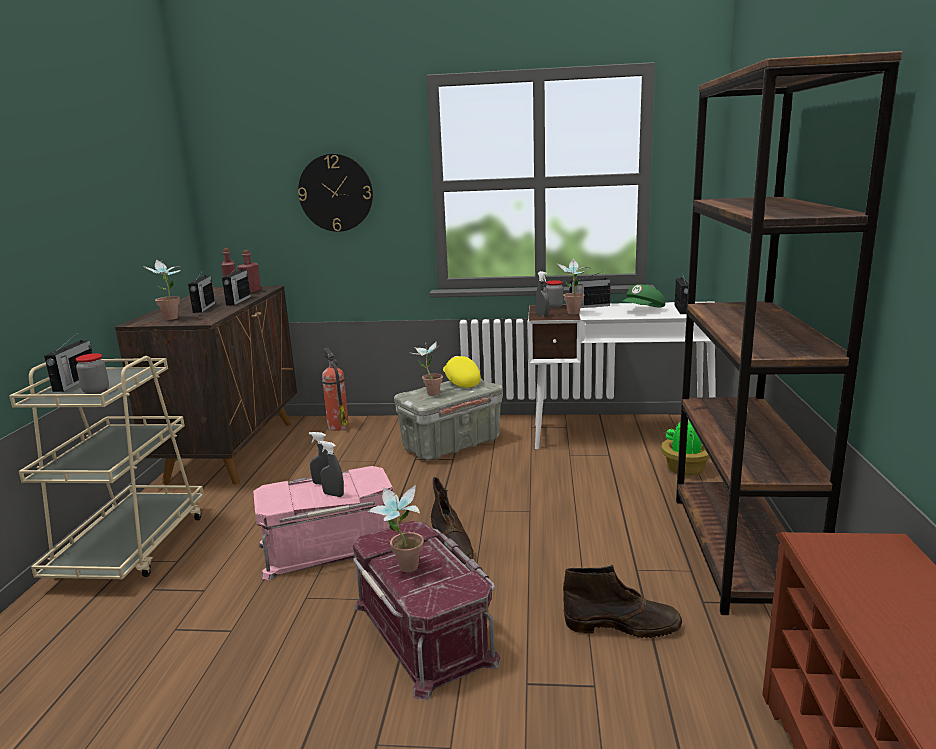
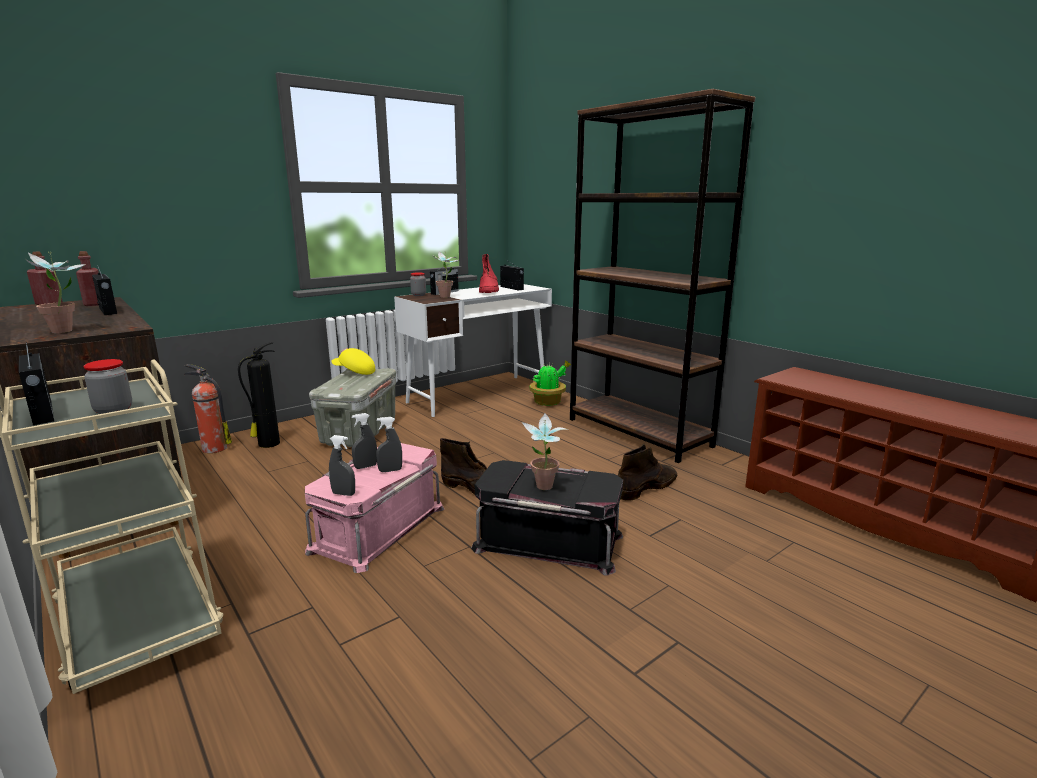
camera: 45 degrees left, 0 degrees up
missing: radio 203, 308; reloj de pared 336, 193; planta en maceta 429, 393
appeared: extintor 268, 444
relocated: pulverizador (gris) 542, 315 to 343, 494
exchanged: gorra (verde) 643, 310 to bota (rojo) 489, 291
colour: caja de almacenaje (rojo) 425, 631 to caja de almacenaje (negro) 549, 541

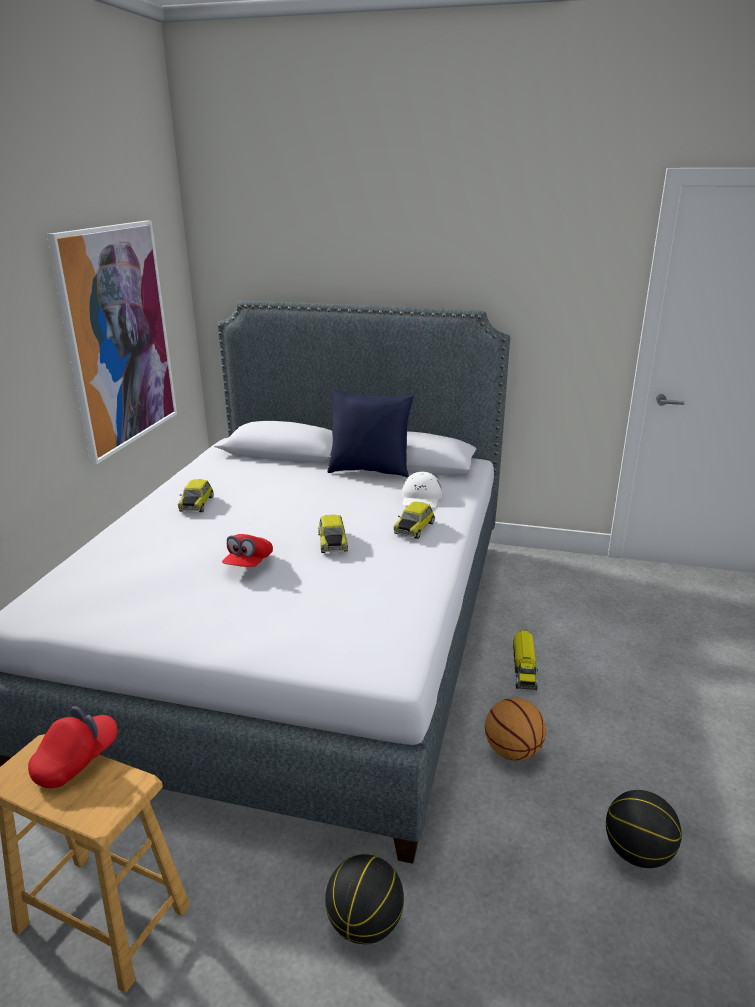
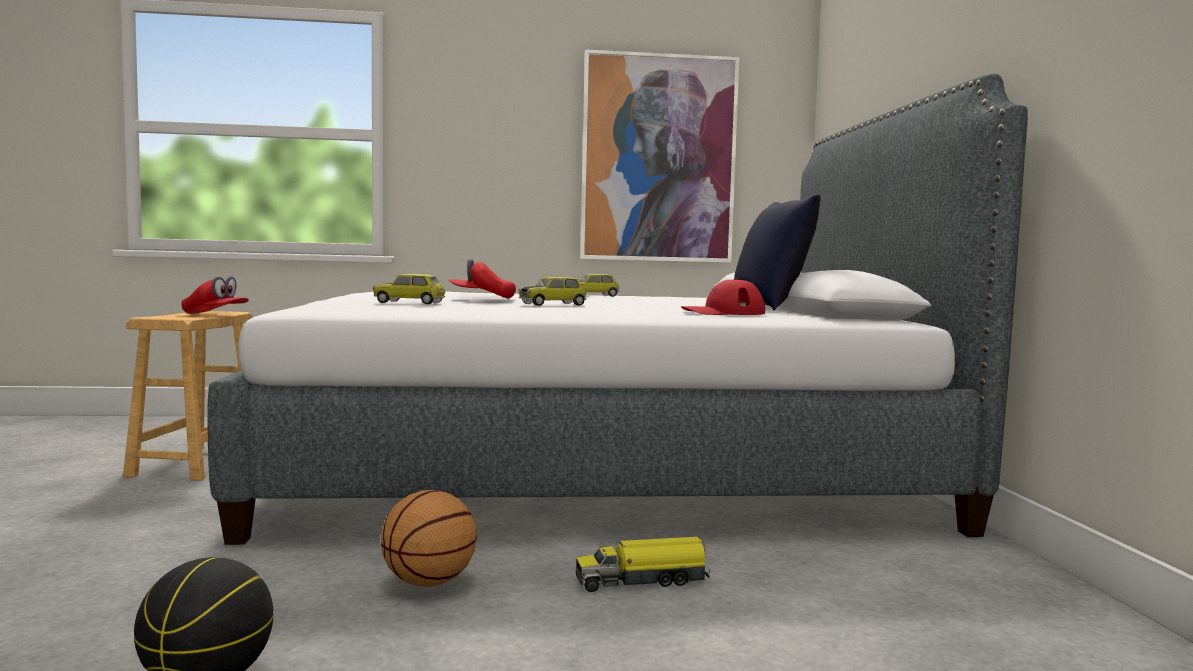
camera: 70 degrees right, 20 degrees down
missing: balón de baloncesto 365, 923
relocated: coche de juguete 413, 528 to 410, 302
colour: gorra (blanco) 421, 497 to gorra (rojo) 722, 313

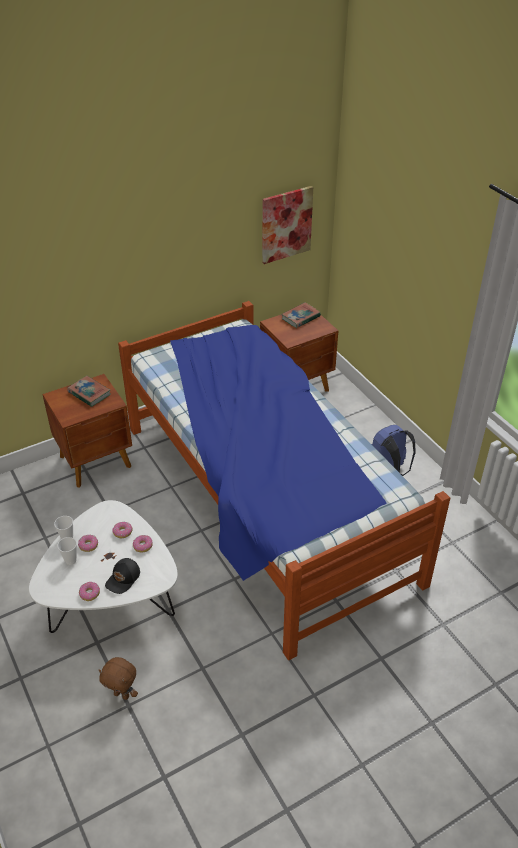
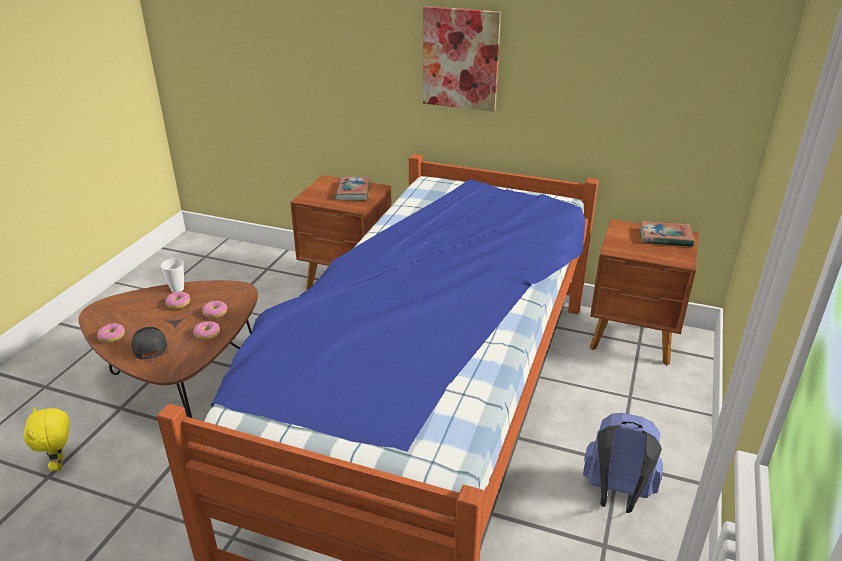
camera: 50 degrees right, 10 degrees down
missing: taza 71, 560
relocated: cuadro 286, 224 to 461, 59
colour: mesa de centro (blanco) 112, 599 to mesa de centro (marrón) 184, 387; peluche (marrón) 122, 694 to peluche (amarillo) 60, 464
spun: gorra (negro) 123, 579 = 149, 346 75 degrees clockwise

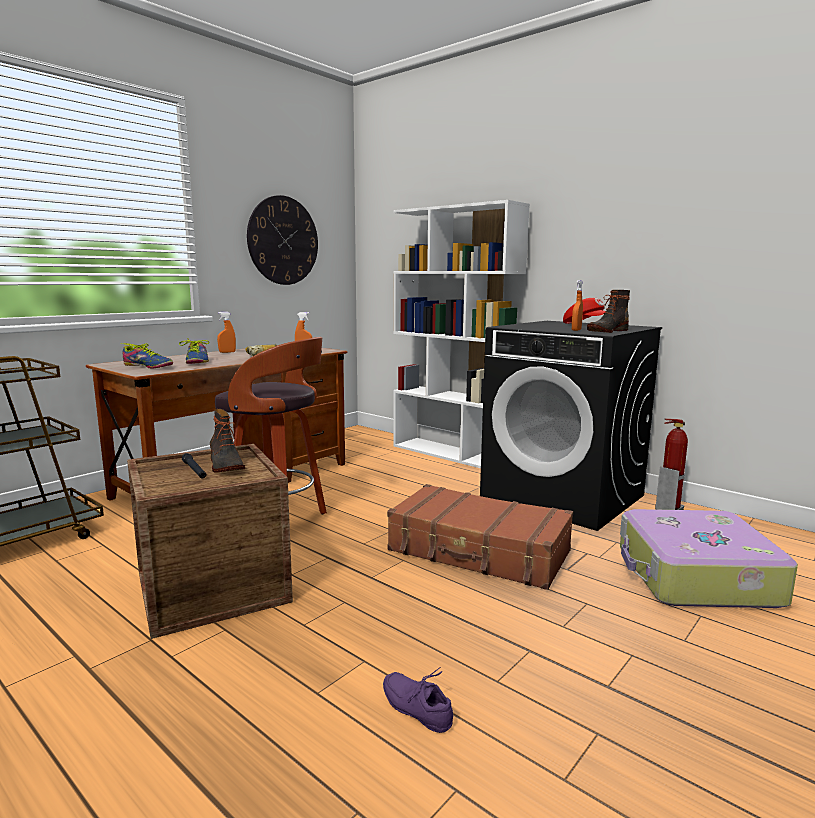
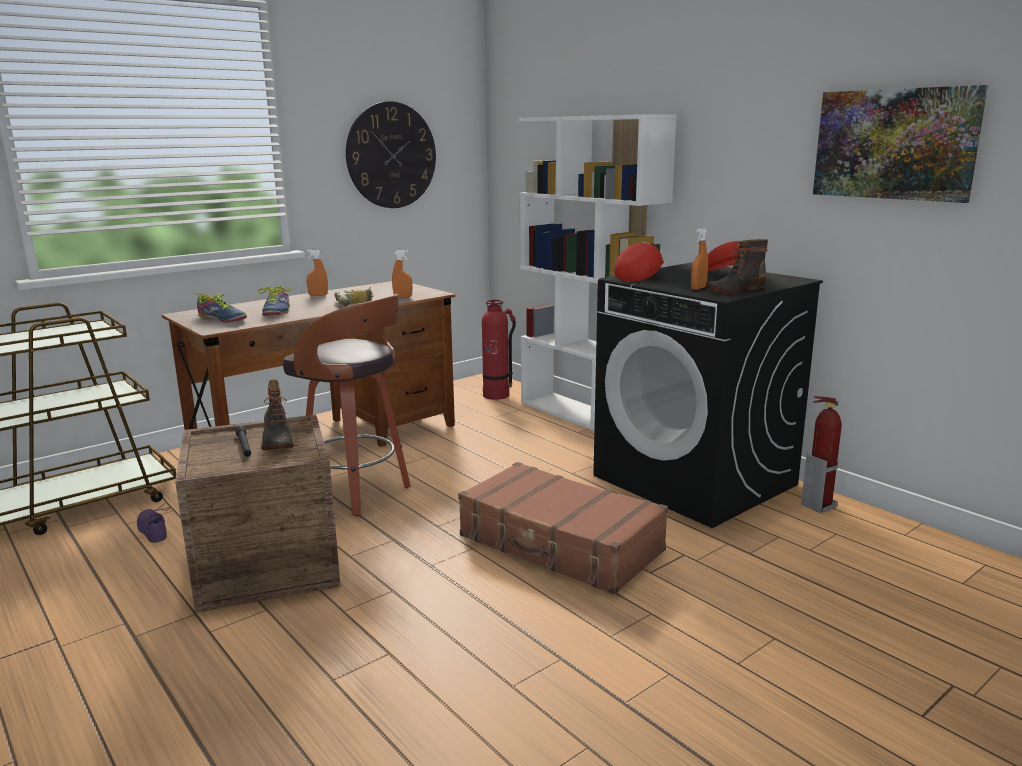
camera: 10 degrees right, 5 degrees up
missing: maleta 695, 576
appeared: extintor 496, 395; gorra (rojo) 639, 277; cuadro 894, 144
relocated: zapato (morado) 418, 707 to 155, 530

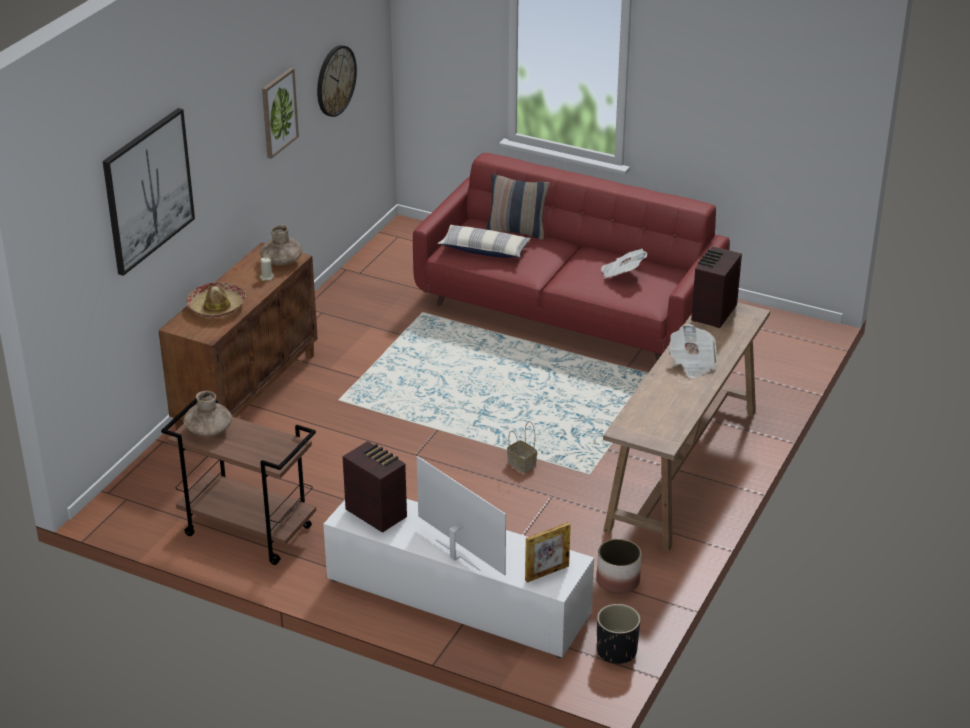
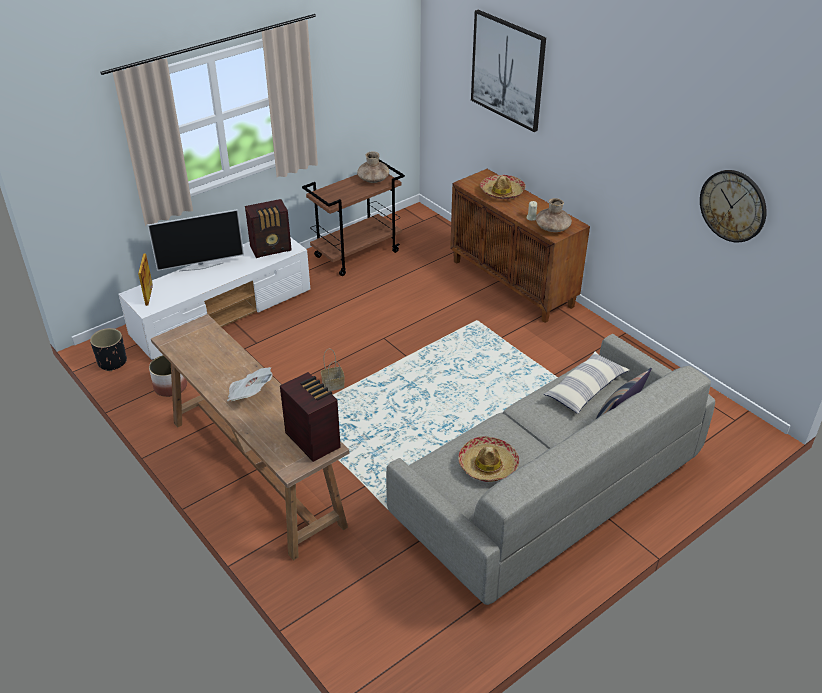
camera: 115 degrees right, 5 degrees up
missing: cuadro 278, 112
exchanged: periódico 622, 274 to sombrero 488, 465
colour: sofá (rojo) 567, 308 to sofá (gris) 546, 494

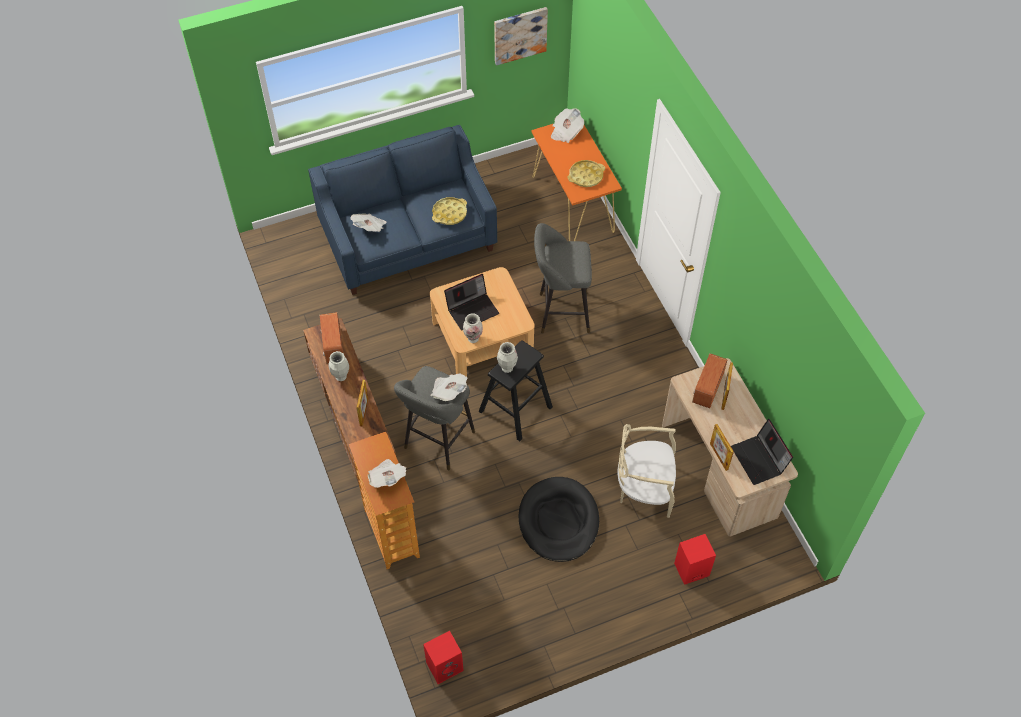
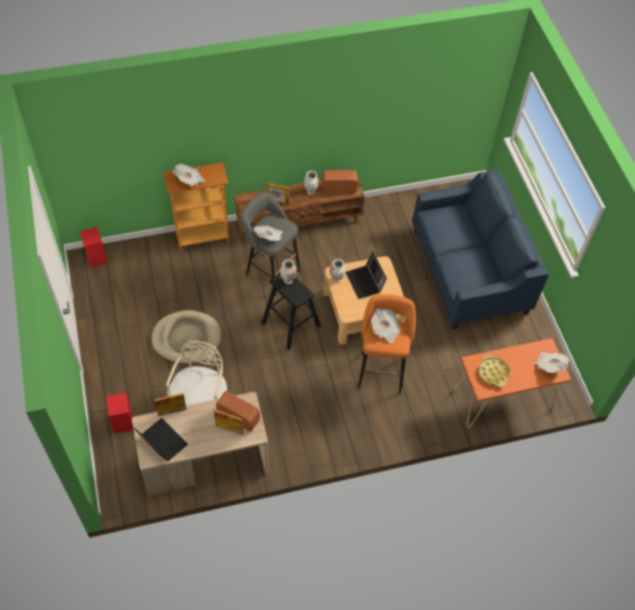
camera: 95 degrees right, 0 degrees up
missing: bandeja (amarillo) 449, 213; cuadro 520, 35
relocated: periódico 370, 228 to 385, 330
colour: cama para perro (negro) 558, 521 to cama para perro (beis) 186, 339; taburete (gris) 560, 313 to taburete (naranja) 381, 370
spun: portátil 759, 460 = 161, 442 60 degrees clockwise

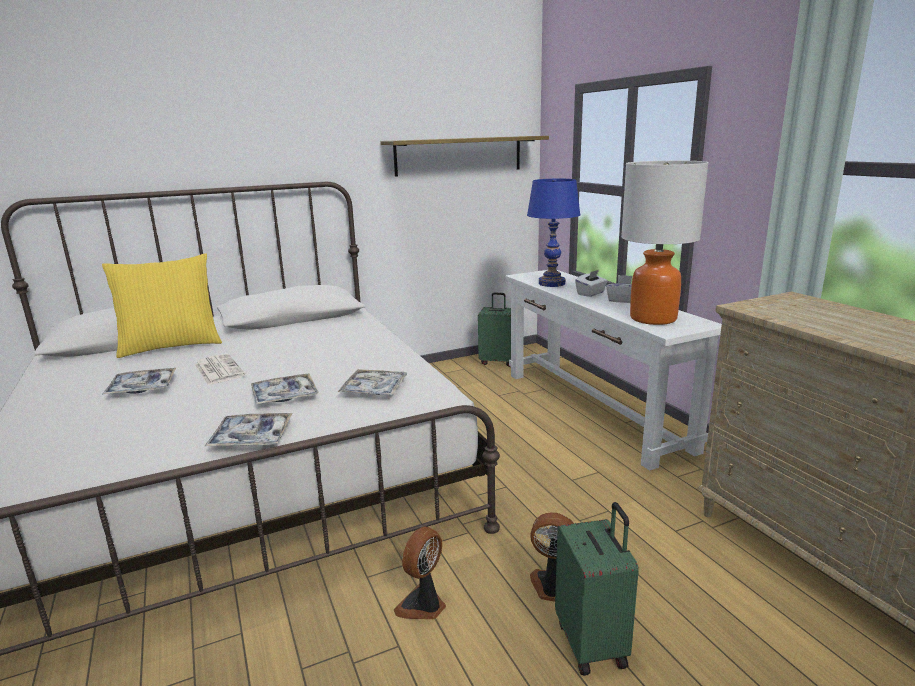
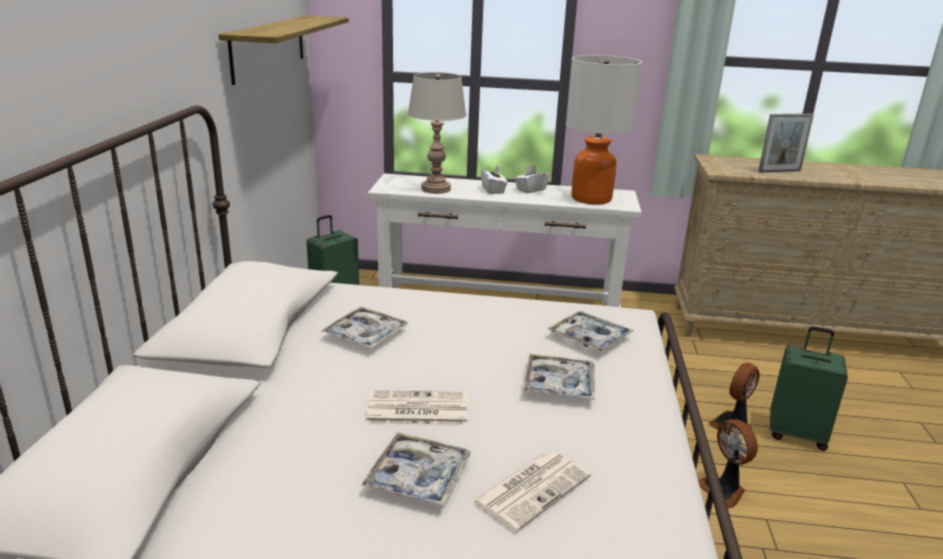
camera: 60 degrees left, 5 degrees up
missing: cojín (amarillo) 171, 346
appeared: periódico 532, 488; portarretratos 779, 171
relocated: bandeja 251, 438 to 365, 335
colour: lámpara de mesa (azul) 551, 283 to lámpara de mesa (gris) 435, 189

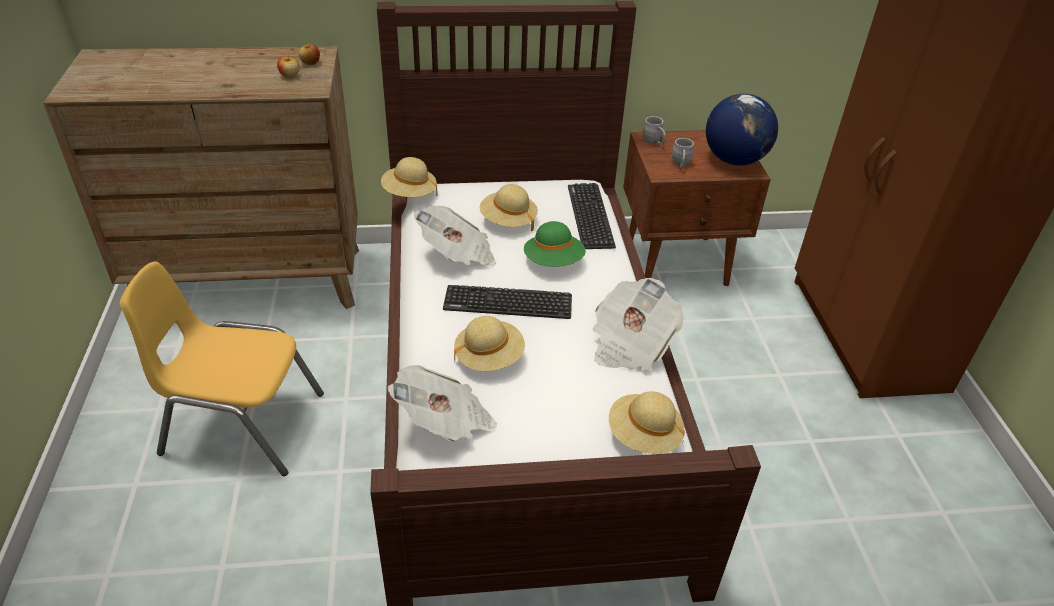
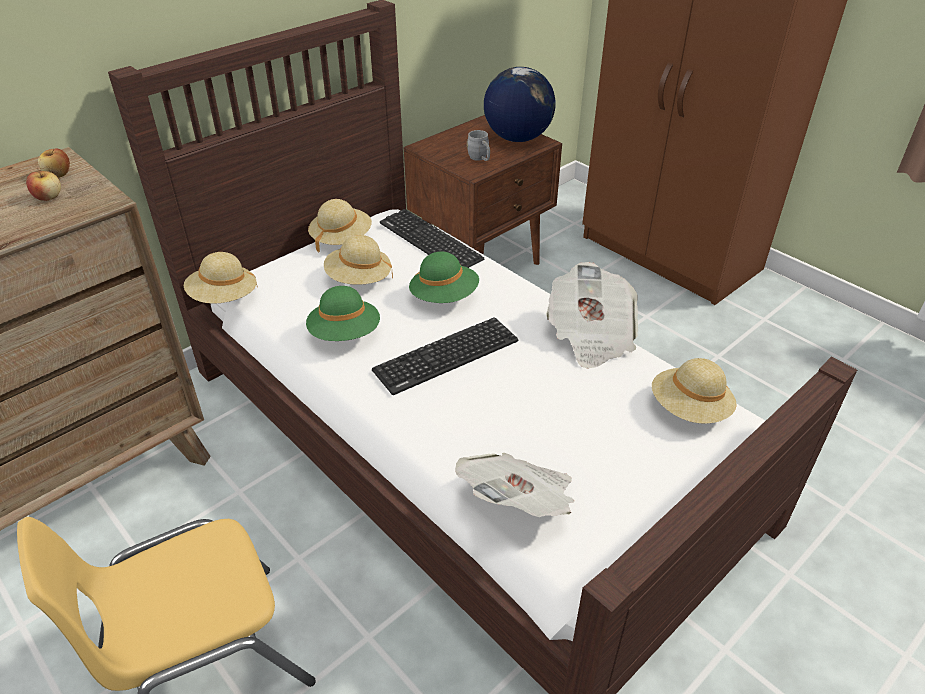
camera: 35 degrees left, 0 degrees up
missing: taza grande (gris) 654, 142
relocated: sombrero (beis) 489, 358 to 341, 239
exchanged: periódico 457, 254 to sombrero (verde) 345, 334

